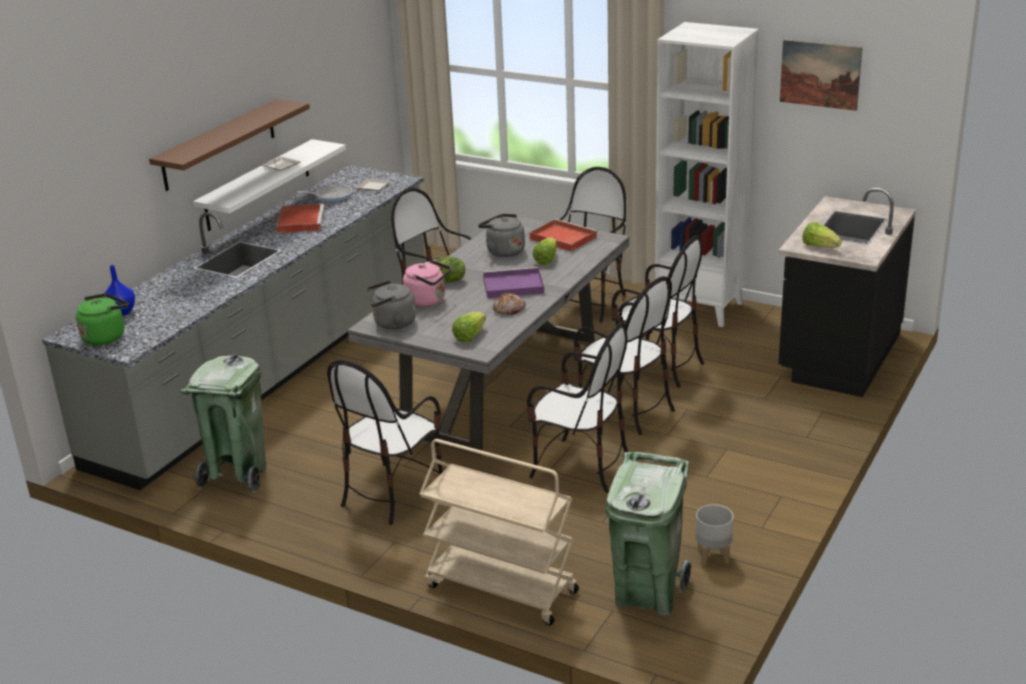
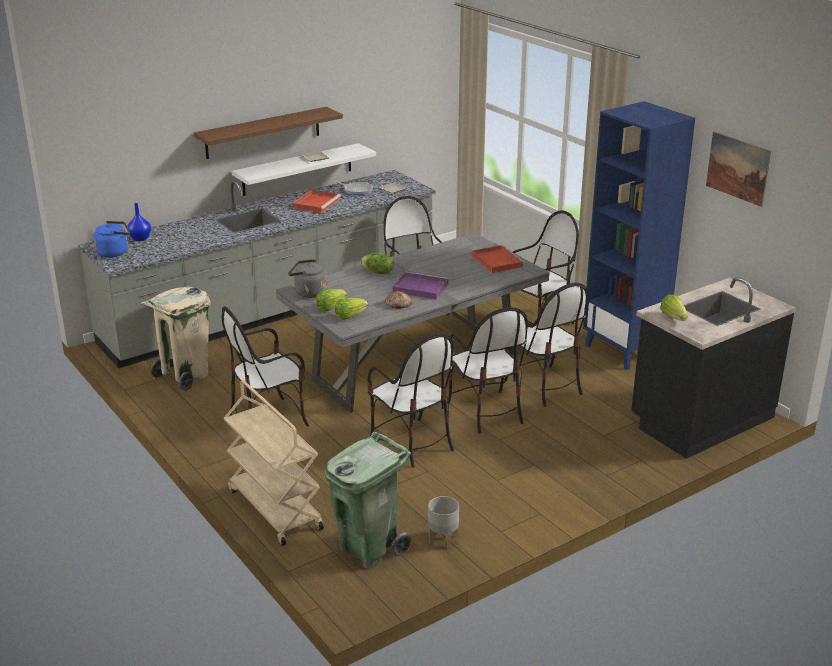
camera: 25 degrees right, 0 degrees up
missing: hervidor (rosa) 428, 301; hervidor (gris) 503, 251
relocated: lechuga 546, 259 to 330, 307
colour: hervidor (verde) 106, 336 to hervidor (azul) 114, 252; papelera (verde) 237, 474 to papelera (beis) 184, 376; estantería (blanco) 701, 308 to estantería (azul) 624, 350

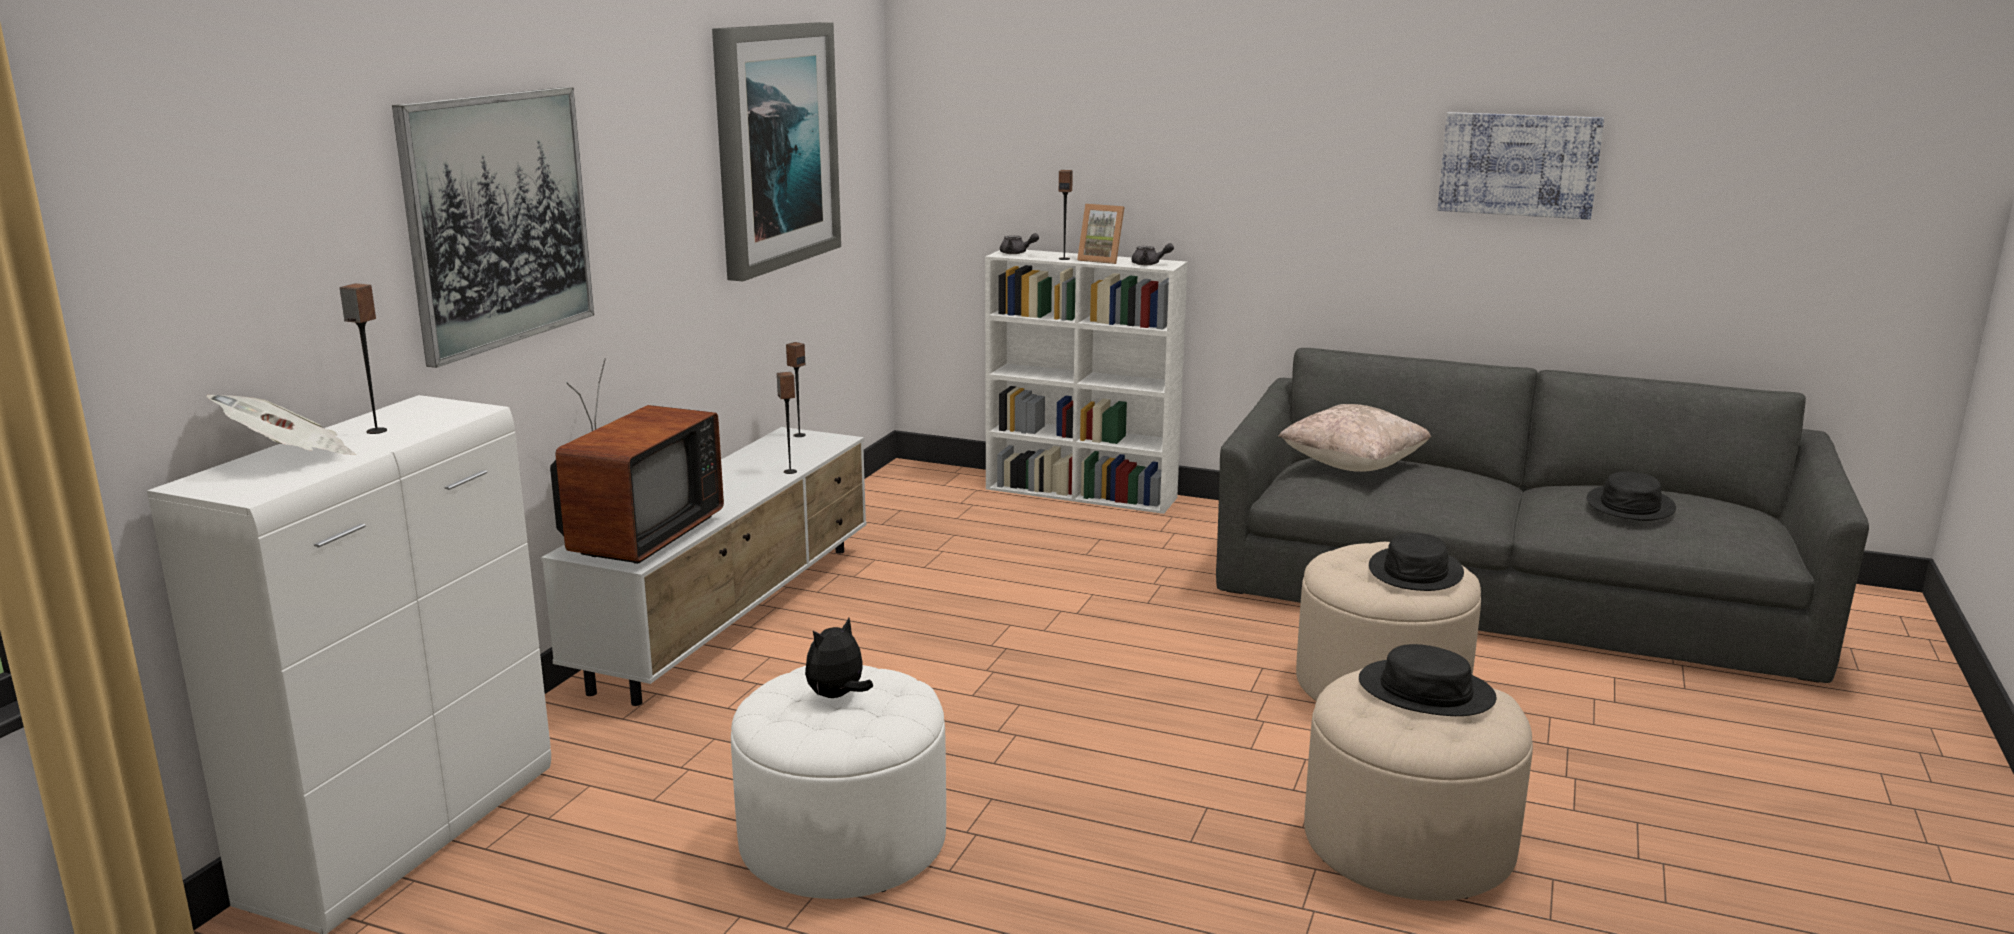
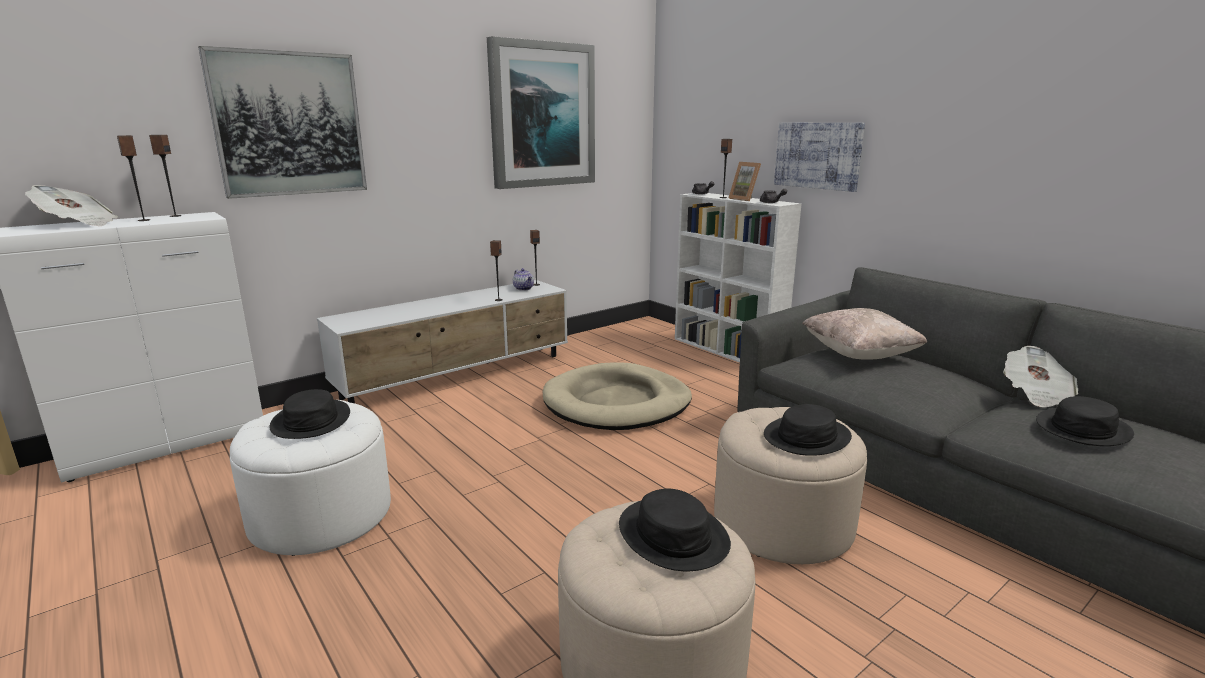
camera: 30 degrees right, 0 degrees up
missing: televisor 636, 537
appeared: altavoz 175, 216; tetera 524, 288; cama para perro (beis) 617, 403; periódico 1036, 394
relocated: cuadro 1518, 165 to 817, 155
exchanged: peluche 837, 696 to sombrero (negro) 311, 421

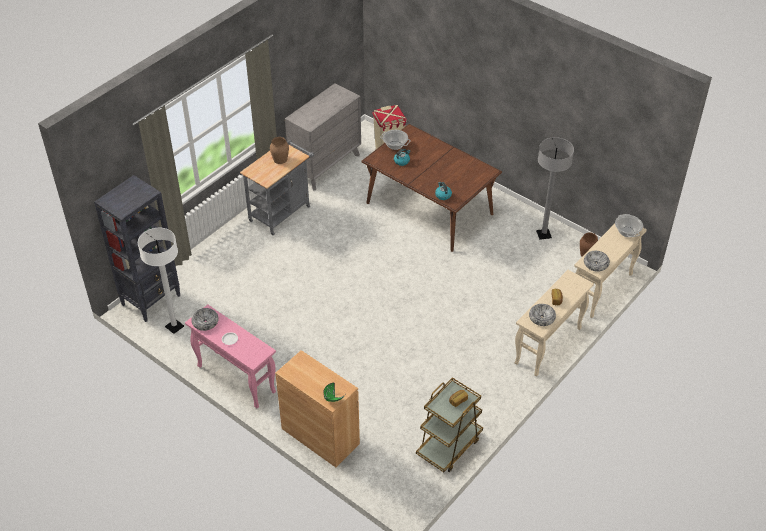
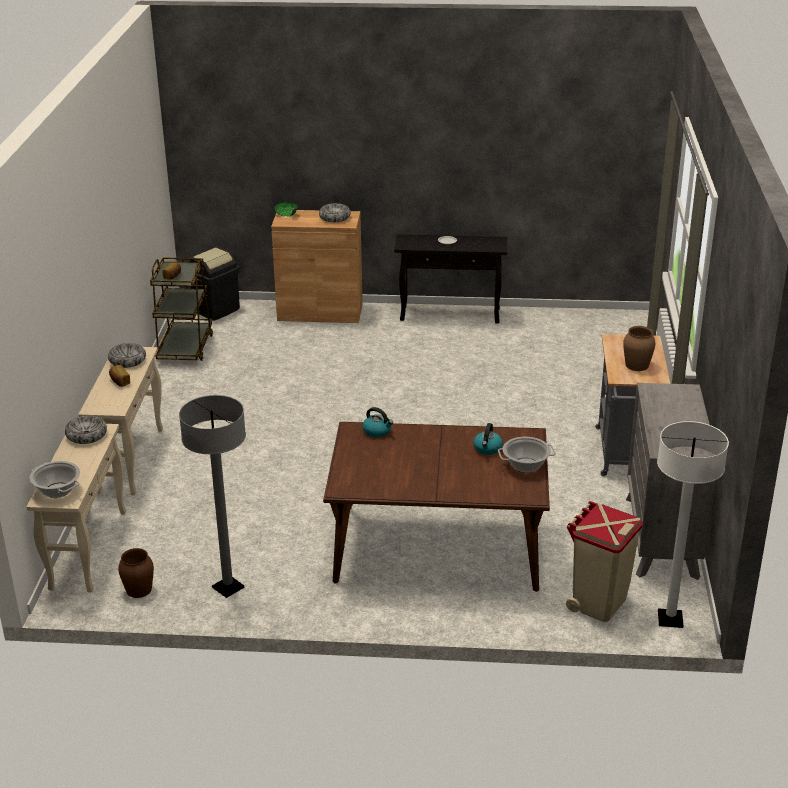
camera: 145 degrees right, 15 degrees down
missing: estantería (negro) 151, 300
appeared: papelera (negro) 216, 310
relocated: lámpara de pie (blanco) 174, 327 to 670, 619; cuenco 205, 322 to 335, 217
colour: mesa consola (rosa) 235, 379 to mesa consola (negro) 451, 314

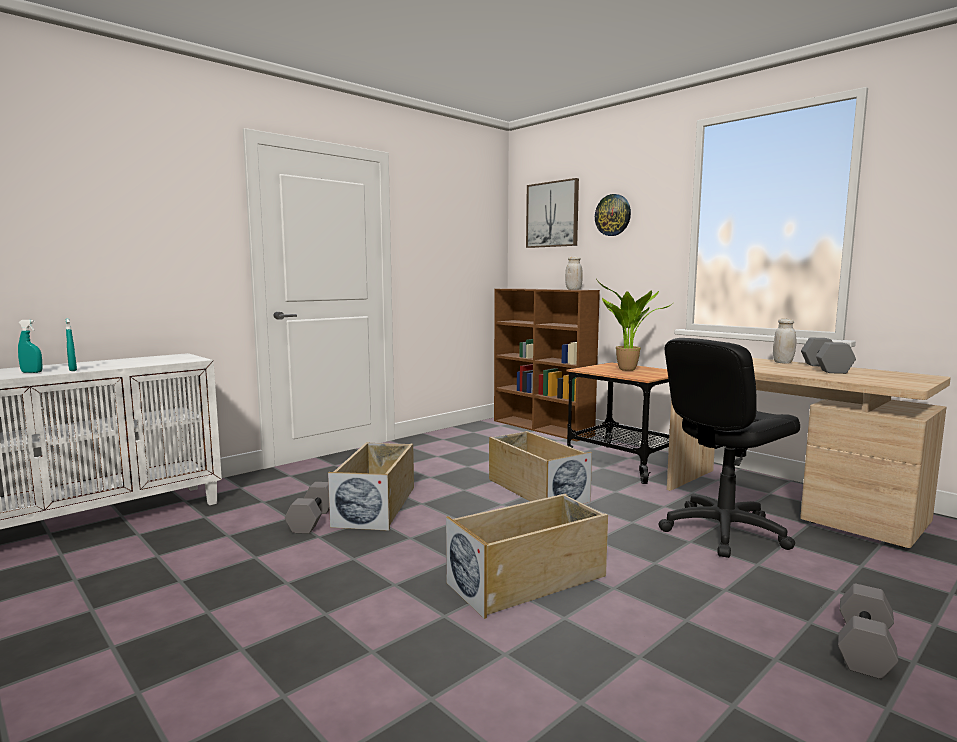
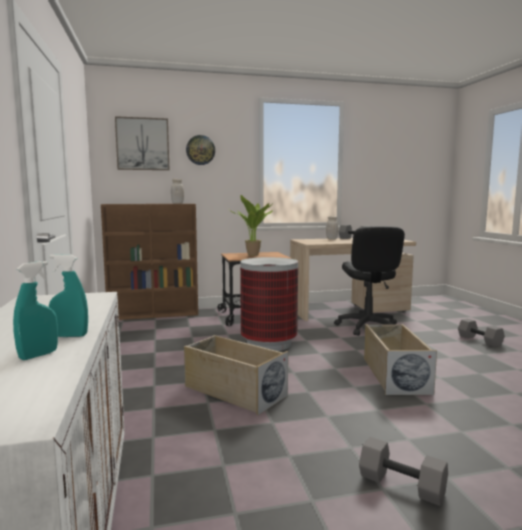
camera: 60 degrees left, 0 degrees up
relocated: mancuerna (gris) 312, 519 to 400, 485
exchanged: caja de almacenaje (beis) 535, 490 to papelera 268, 343

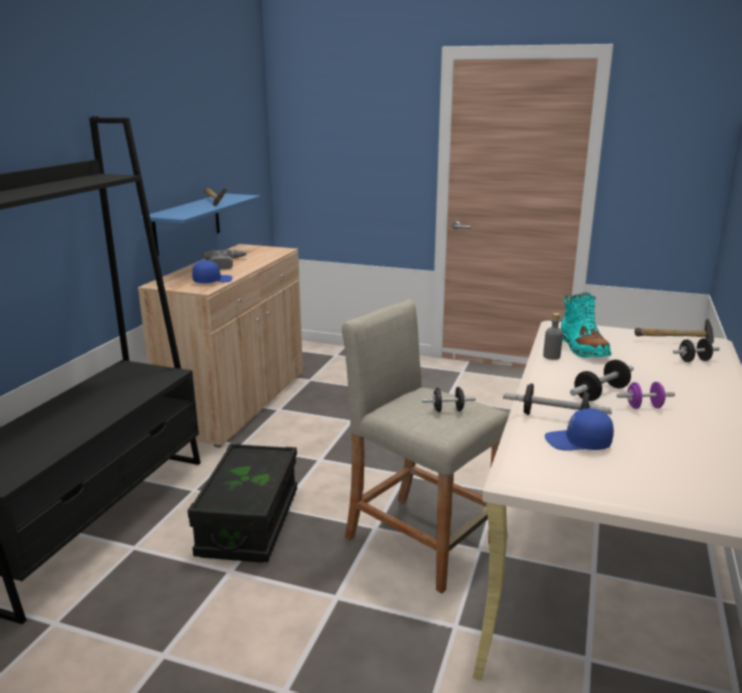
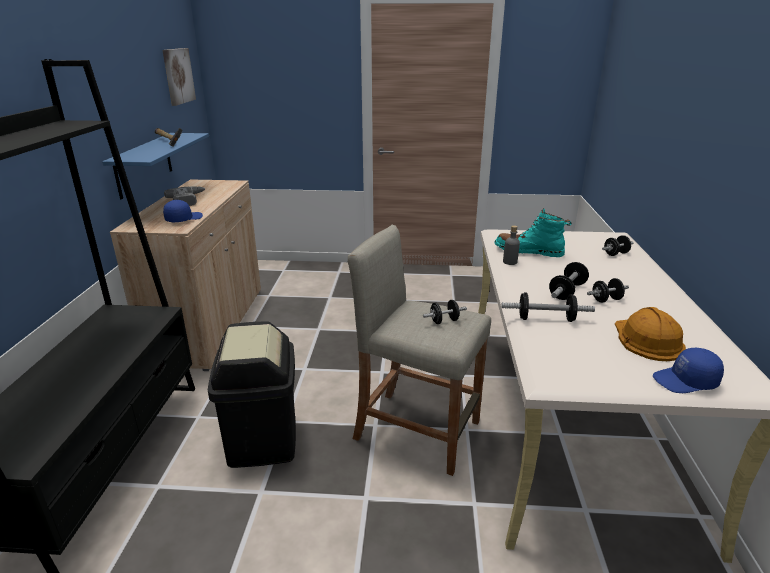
camera: 15 degrees left, 5 degrees up
missing: martillo 675, 341
appeared: cuadro 178, 76; casco (naranja) 647, 339
relocated: gorra (azul) 578, 443 to 685, 381
exchanged: caja de almacenaje (negro) 249, 523 to papelera (negro) 262, 440
colour: mancuerna (morado) 644, 407 to mancuerna (negro) 606, 300
spun: bota (turquesa) 582, 348 = 528, 251 135 degrees clockwise

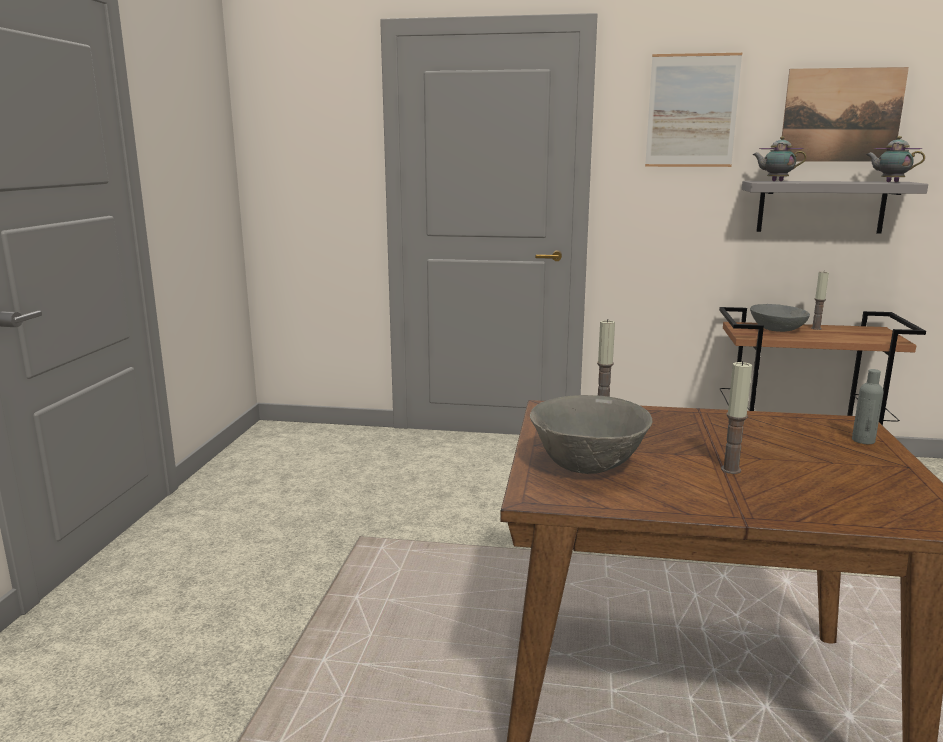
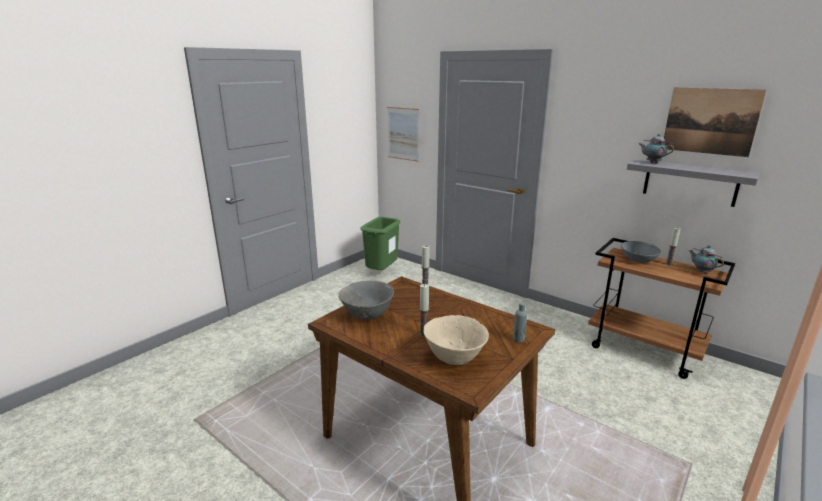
camera: 30 degrees right, 5 degrees up
appeared: papelera (verde) 381, 272; cuenco (beis) 454, 357
relocated: cuadro 692, 111 to 403, 134; tetera 890, 182 to 701, 272

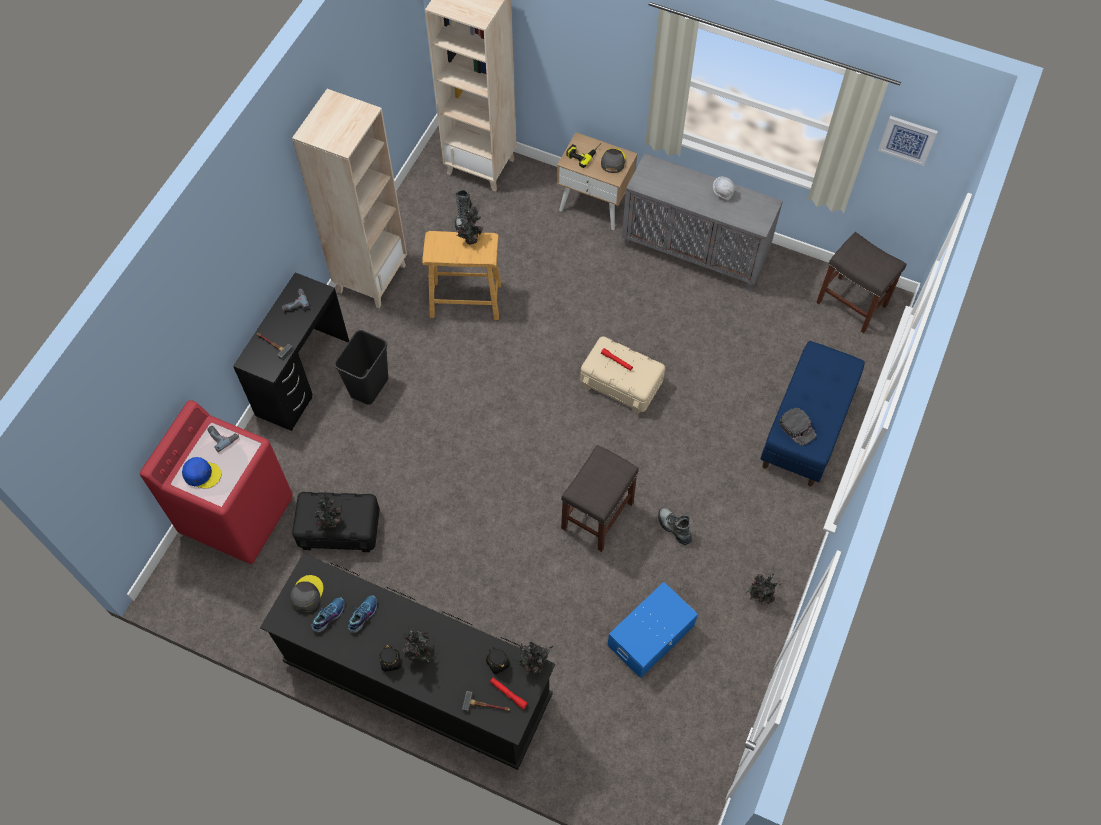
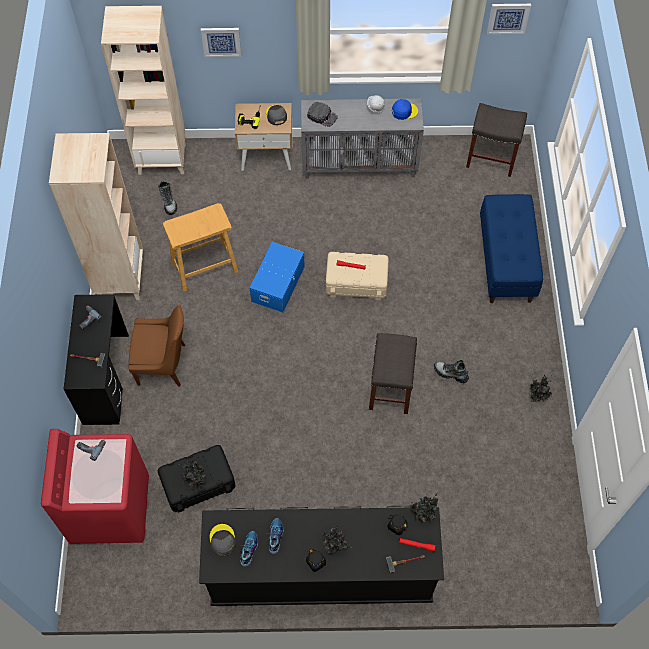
camera: 25 degrees left, 0 degrees up
missing: planta en maceta 470, 239
appeared: cuadro 221, 41
relocated: gorra (azul) 202, 474 to 404, 111; caja de almacenaje (azul) 651, 636 to 279, 284; gorra (negro) 797, 428 to 322, 116
exchanged: papelera (negro) 369, 387 to silla (marrón) 164, 364

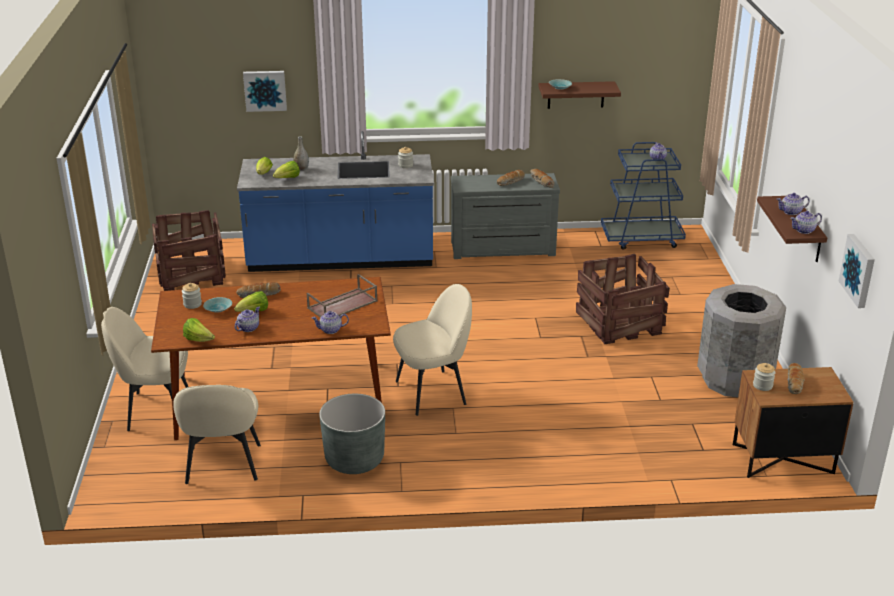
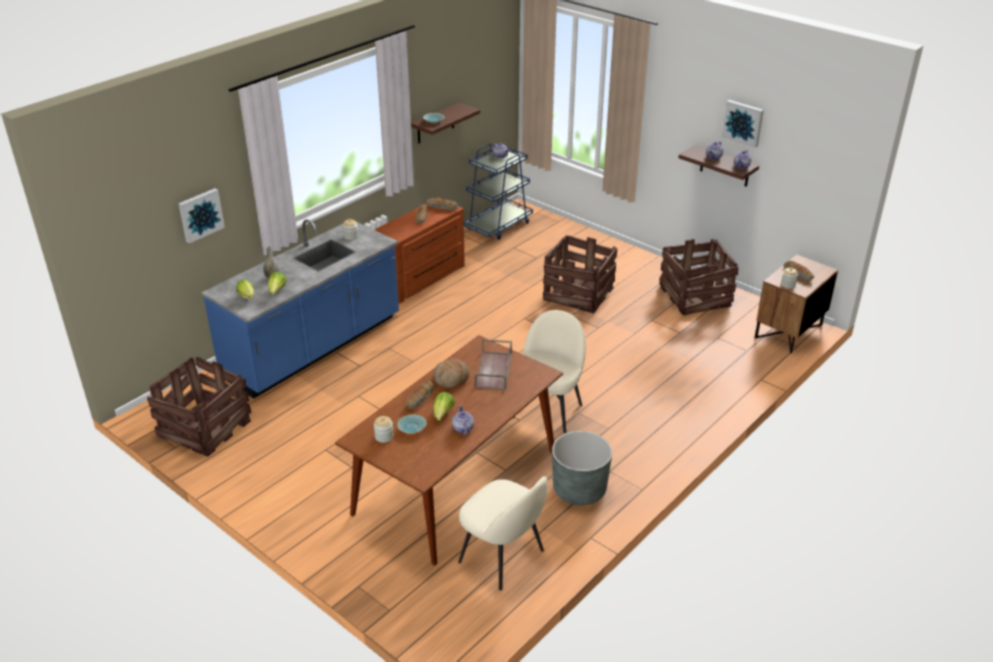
camera: 45 degrees left, 5 degrees up
missing: silla (beis) 156, 410; lechuga 199, 340; tetera 331, 330
appeared: pan 451, 379
relocated: cuadro 859, 270 to 743, 123
exchanged: papelera (gris) 734, 379 to caja de embalaje 694, 296
colour: cómoda (gris) 503, 249 to cómoda (marrón) 422, 279

